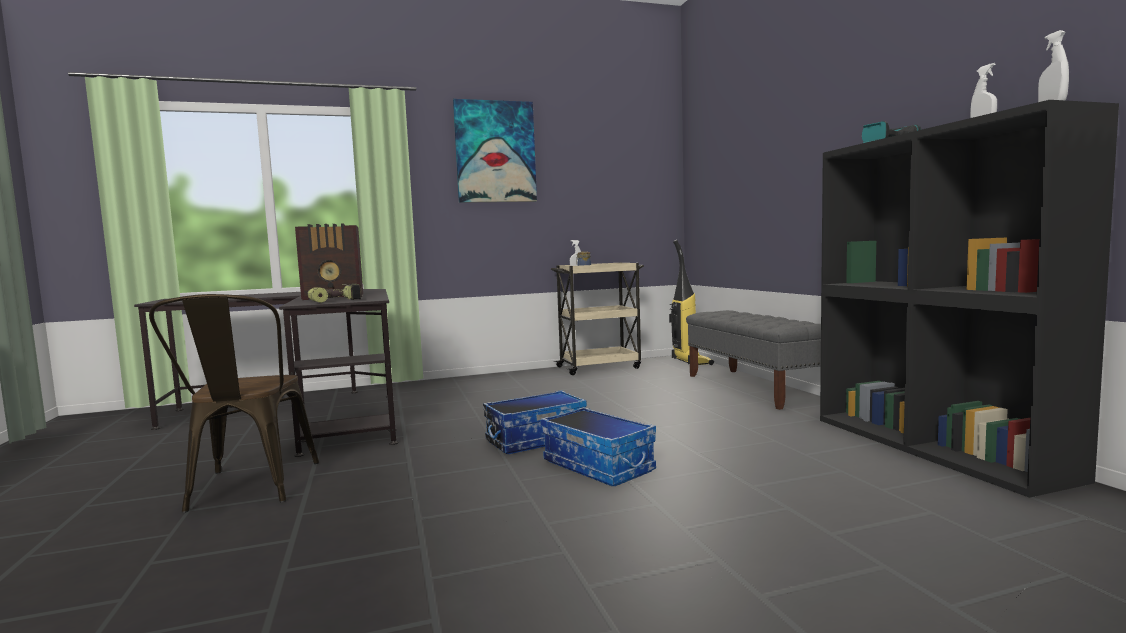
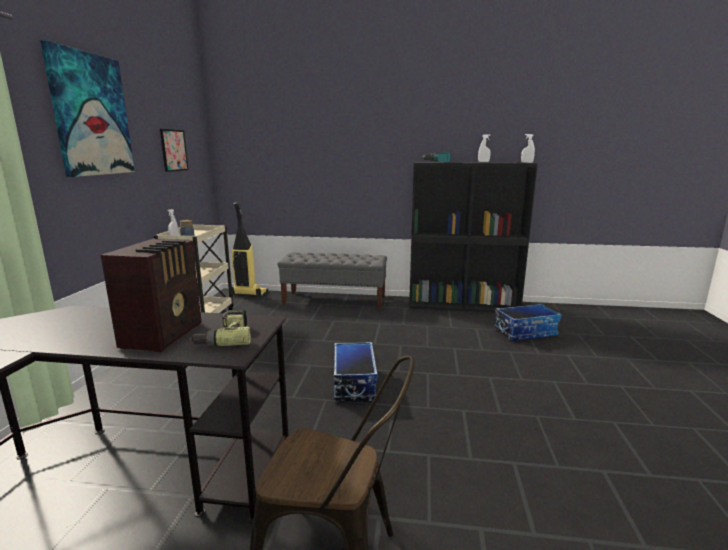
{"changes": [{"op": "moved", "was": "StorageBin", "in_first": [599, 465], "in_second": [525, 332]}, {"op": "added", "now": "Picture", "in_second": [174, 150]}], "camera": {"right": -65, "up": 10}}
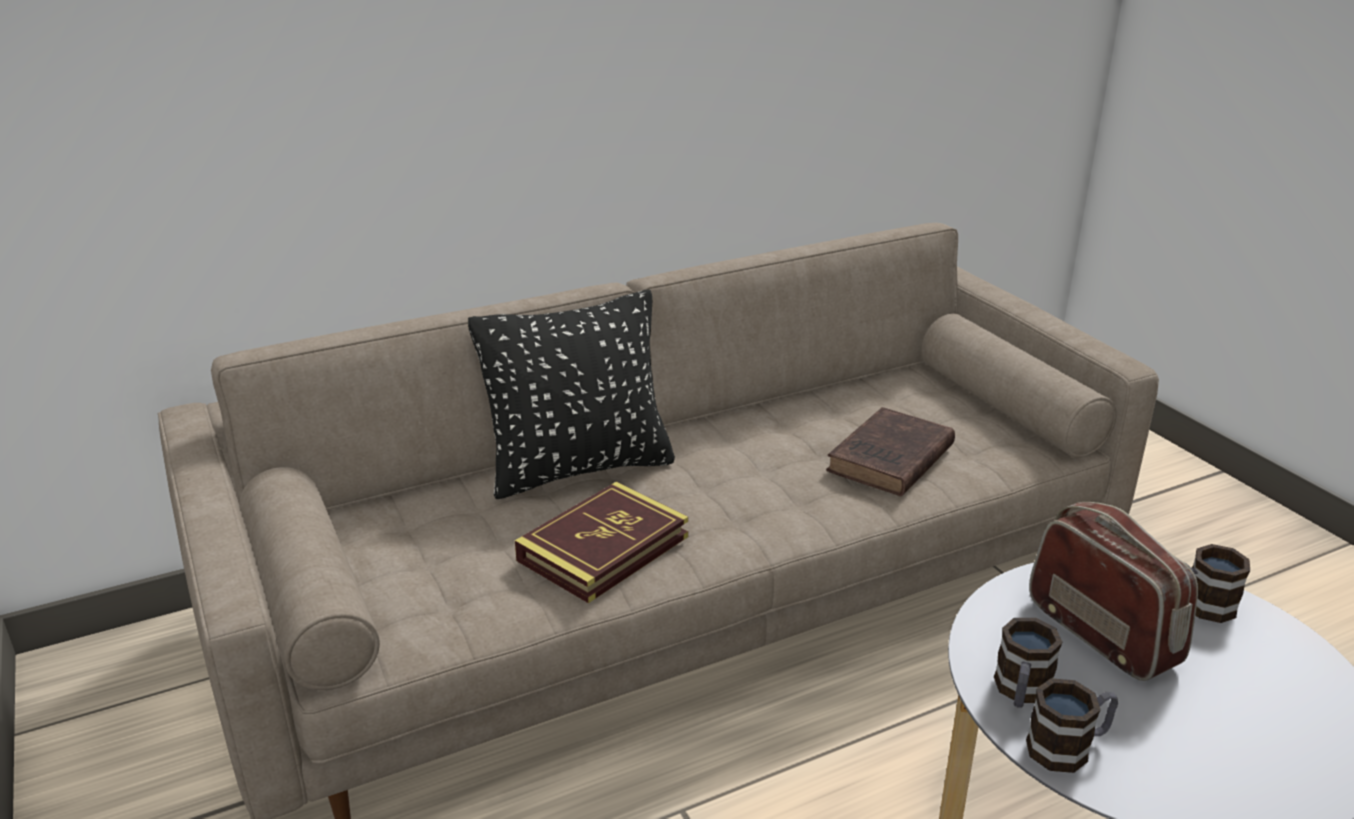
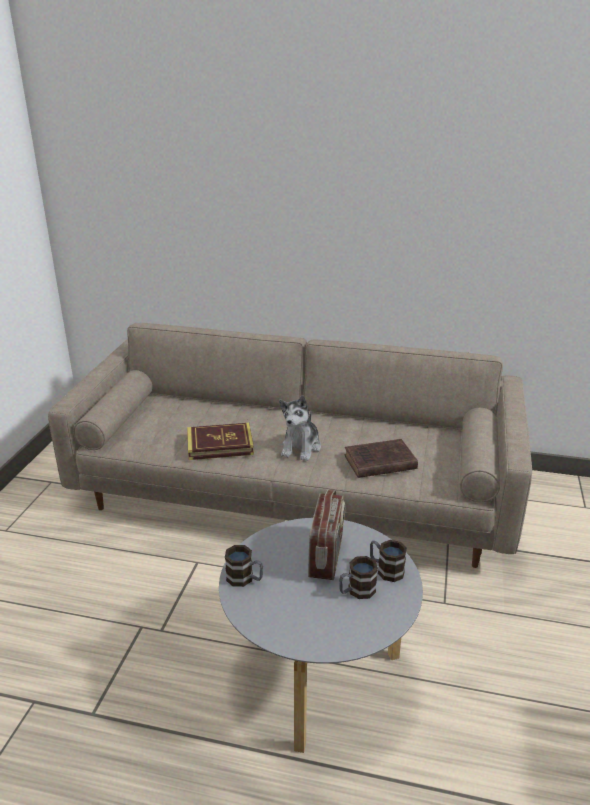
{"changes": [{"op": "removed", "was": "BlackishPillow", "in_first": [579, 469]}, {"op": "moved", "was": "CoffeeMug", "in_first": [1020, 692], "in_second": [356, 591]}, {"op": "added", "now": "CuddlyToy", "in_second": [301, 447]}], "camera": {"right": 40, "up": 0}}
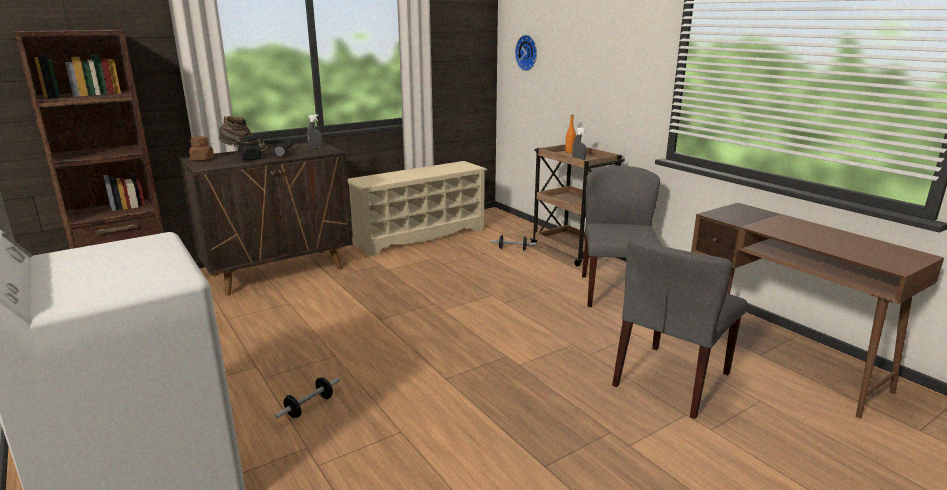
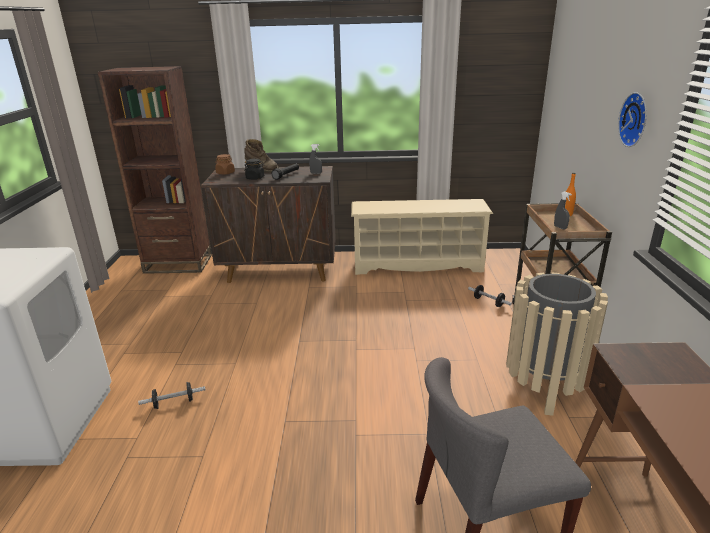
{"changes": [{"op": "moved", "was": "HangingClock", "in_first": [528, 52], "in_second": [636, 120]}, {"op": "replaced", "was": "GreyPlainChair", "now": "BeigeTrashCan", "in_first": [615, 291], "in_second": [544, 388]}], "camera": {"right": 35, "up": 5}}
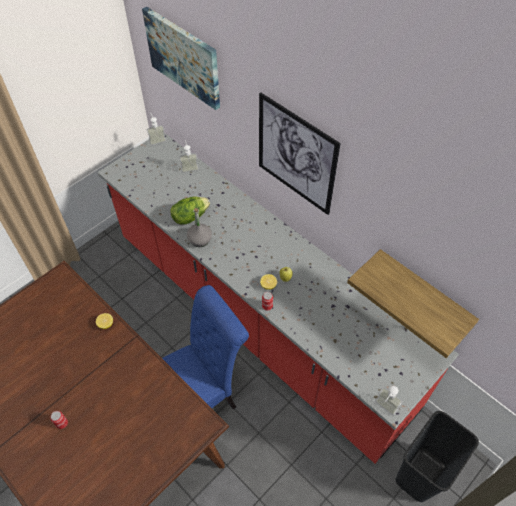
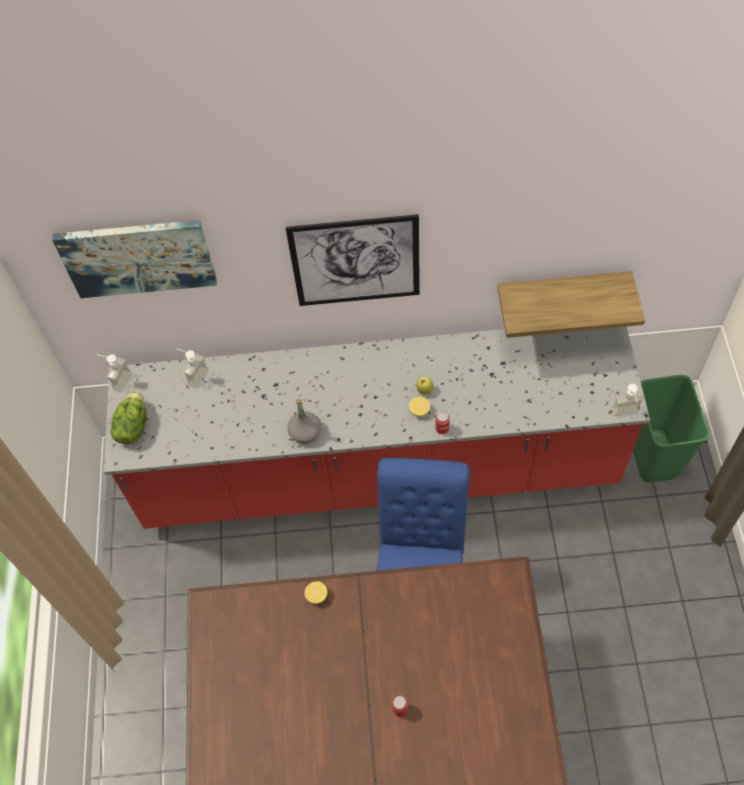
{"changes": [{"op": "moved", "was": "LettuceHead", "in_first": [190, 217], "in_second": [132, 426]}, {"op": "recoloured", "was": "BlackishTrashCan", "now": "GreenTrashCan", "in_first": [420, 473], "in_second": [652, 456]}], "camera": {"right": -45, "up": 5}}
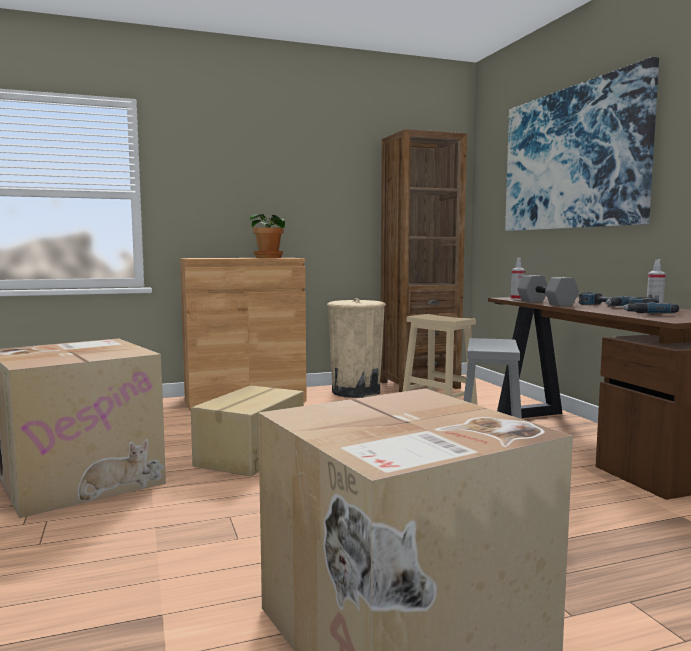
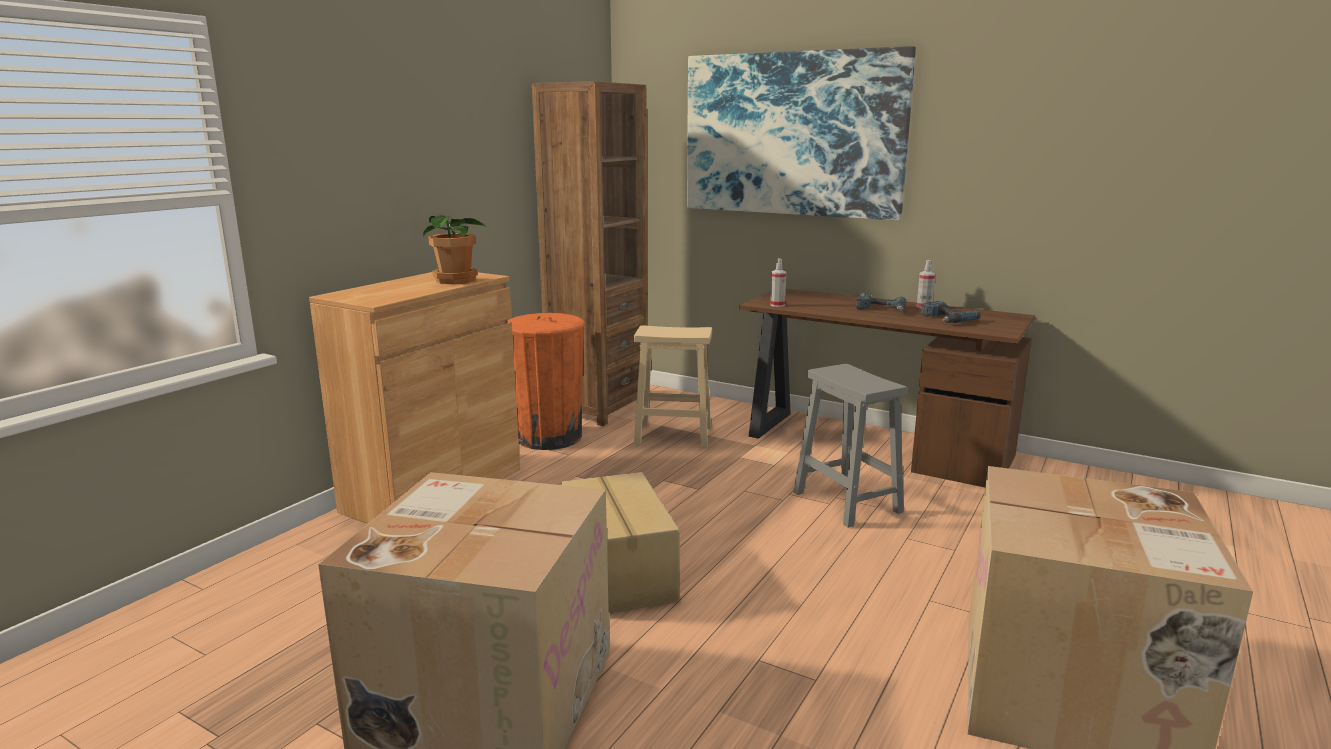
{"changes": [{"op": "recoloured", "was": "BeigeTrashCan", "now": "OrangeTrashCan", "in_first": [356, 391], "in_second": [549, 437]}, {"op": "removed", "was": "GreyFreeWeight", "in_first": [545, 303]}], "camera": {"right": -40, "up": 10}}
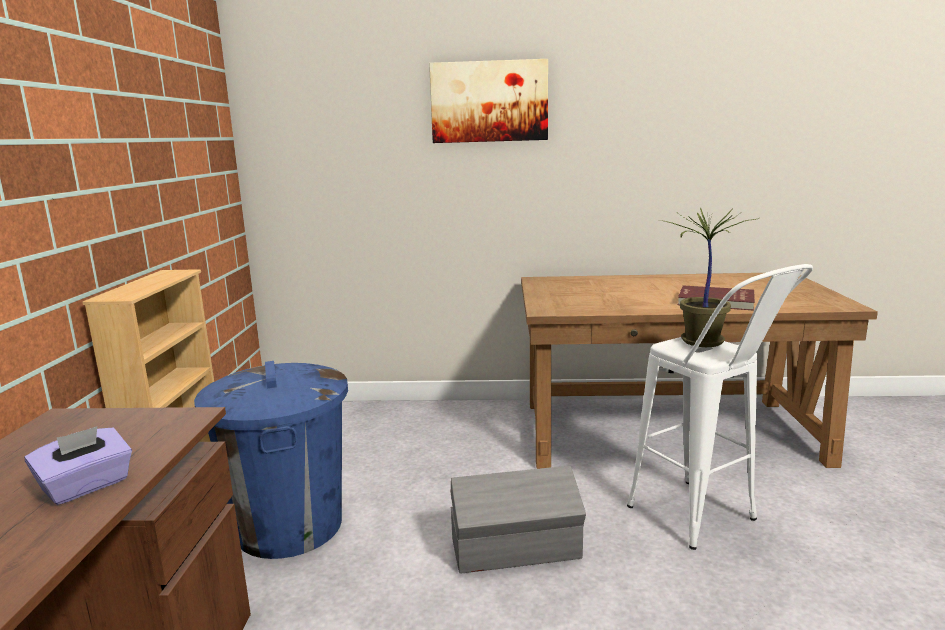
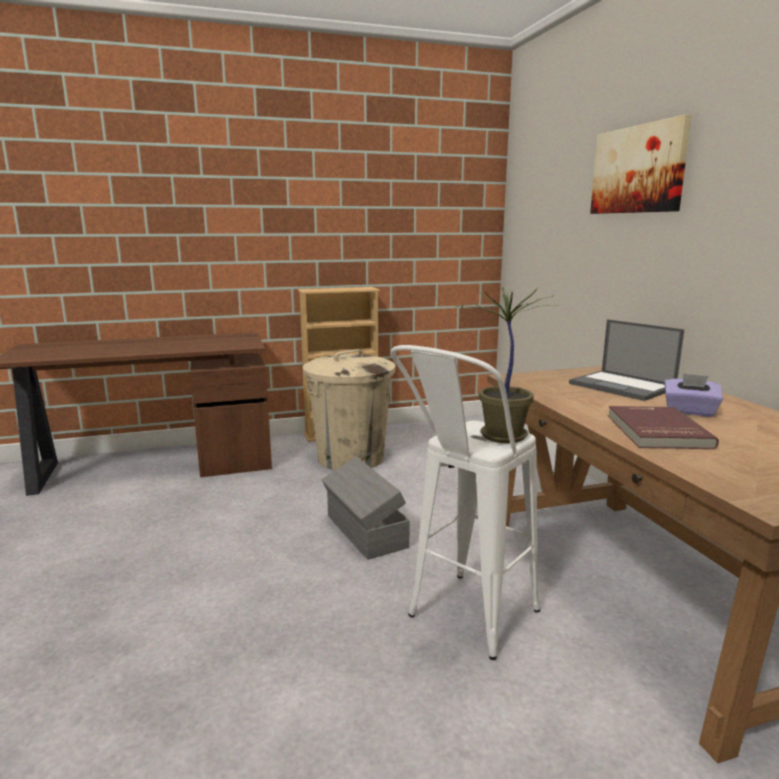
{"changes": [{"op": "moved", "was": "PurpleColouredTissueHolder", "in_first": [87, 486], "in_second": [689, 411]}, {"op": "recoloured", "was": "BlueTrashCan", "now": "BeigeTrashCan", "in_first": [289, 526], "in_second": [350, 458]}, {"op": "added", "now": "NotebookComputer", "in_second": [623, 386]}], "camera": {"right": 70, "up": 0}}
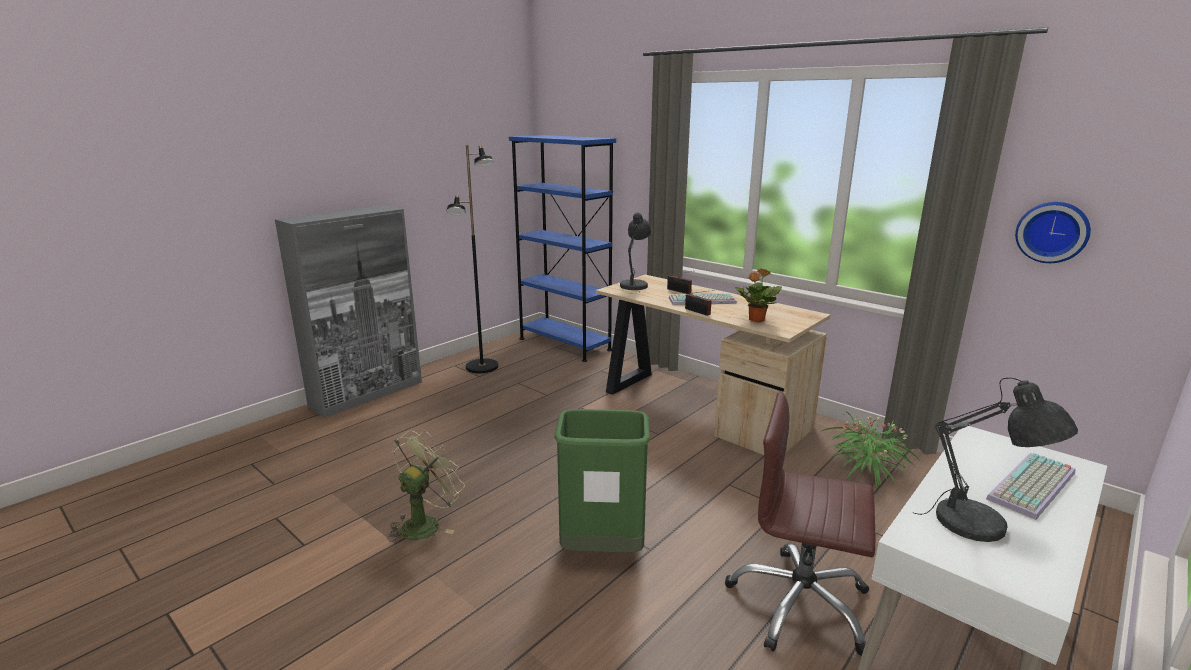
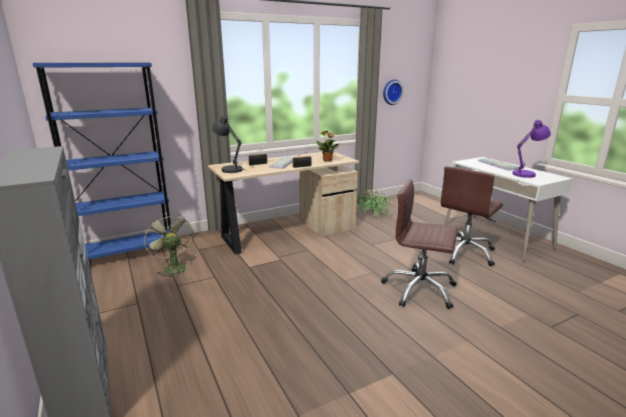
{"changes": [{"op": "moved", "was": "GreenElectricFan", "in_first": [425, 523], "in_second": [172, 267]}, {"op": "removed", "was": "BlackishFloorLamp", "in_first": [482, 367]}, {"op": "replaced", "was": "GreenTrashCan", "now": "BrownishOfficeChair", "in_first": [602, 550], "in_second": [419, 290]}, {"op": "recoloured", "was": "GreyLampForATable", "now": "PurpleColouredLampForATable", "in_first": [979, 526], "in_second": [526, 174]}], "camera": {"right": -70, "up": 0}}
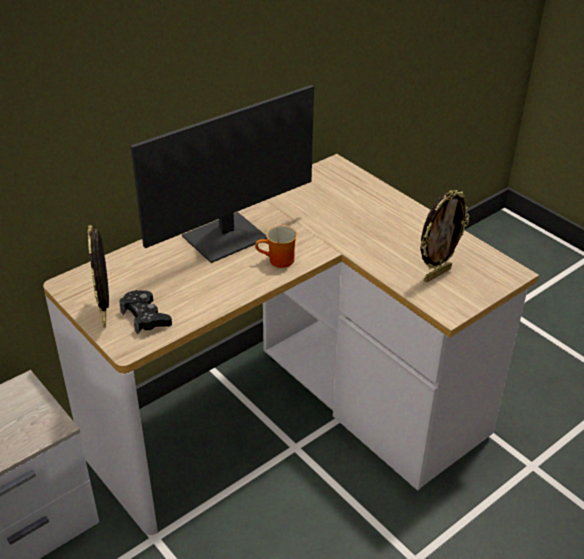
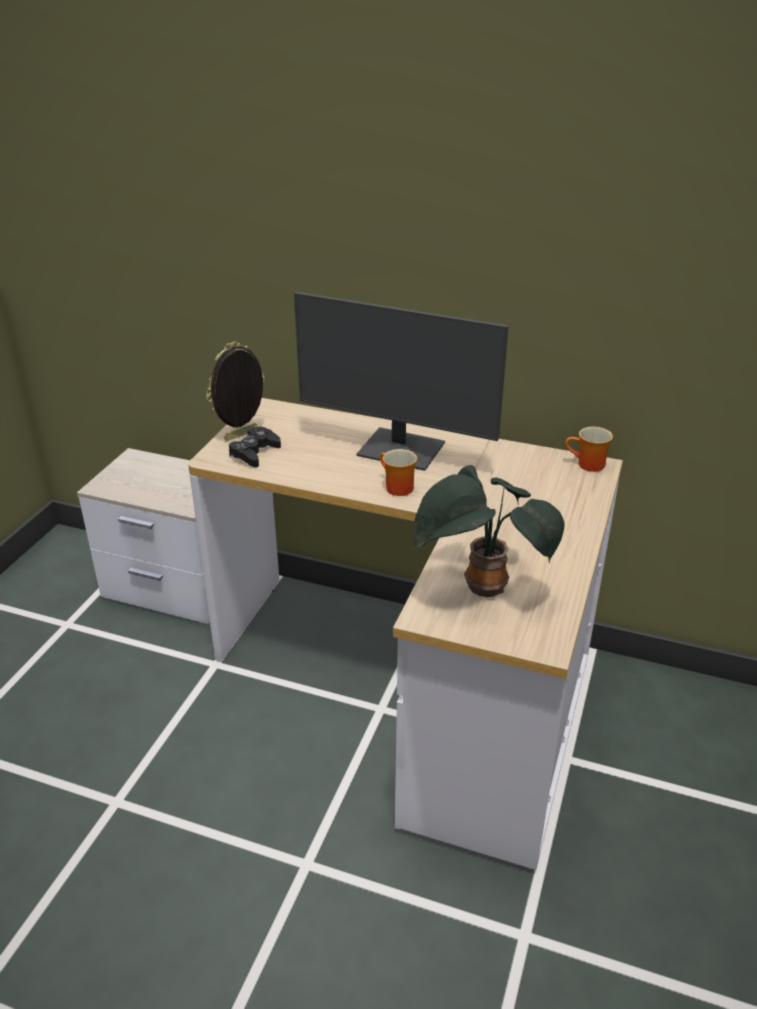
{"changes": [{"op": "replaced", "was": "StandingFrame", "now": "Houseplant", "in_first": [436, 274], "in_second": [481, 589]}, {"op": "added", "now": "CoffeeMug", "in_second": [587, 465]}], "camera": {"right": 60, "up": -5}}
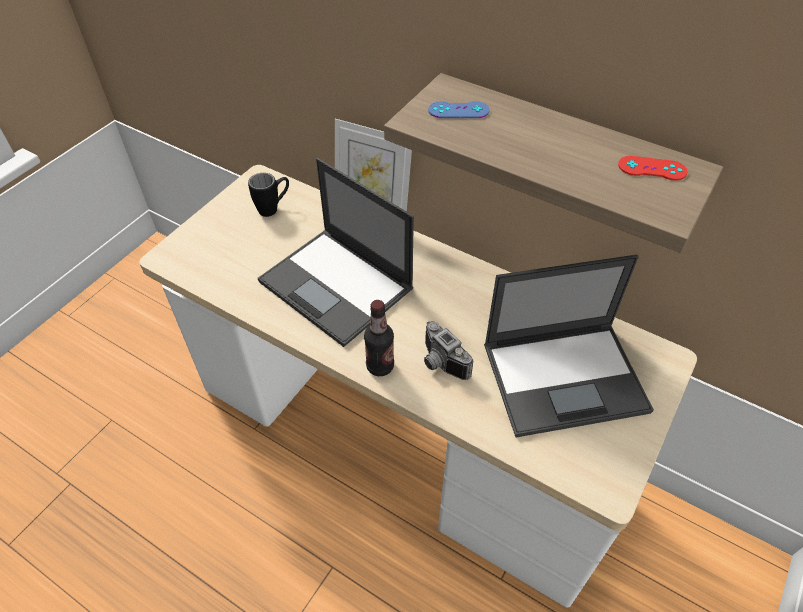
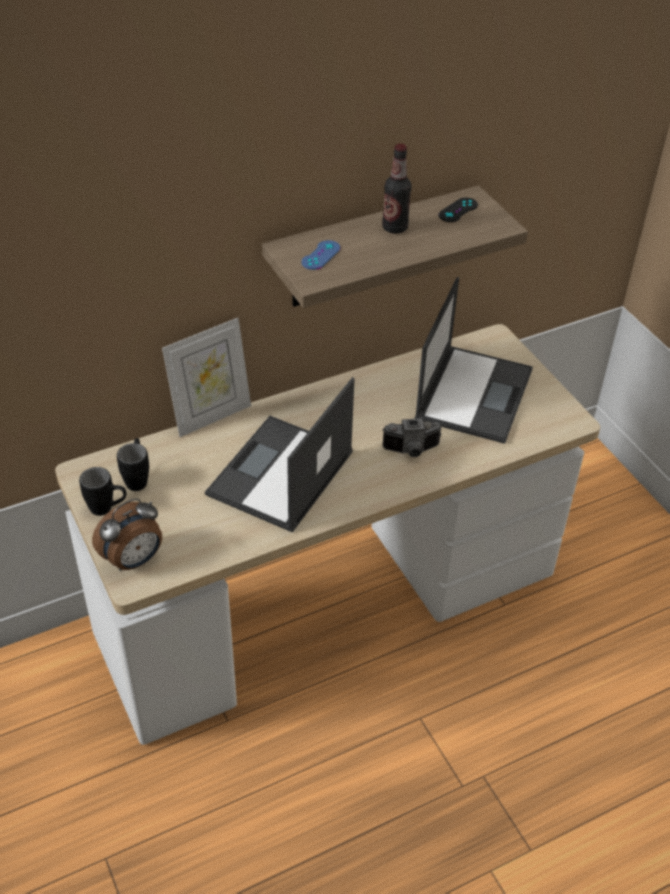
{"changes": [{"op": "turned", "was": "NotebookComputer", "in_first": [337, 286], "in_second": [280, 475], "clockwise": 135}, {"op": "moved", "was": "BeverageBottle", "in_first": [380, 366], "in_second": [395, 228]}, {"op": "recoloured", "was": "RedColouredGamepad", "now": "BlackishGamepad", "in_first": [652, 168], "in_second": [458, 210]}, {"op": "added", "now": "BlackishCoffeeMug", "in_second": [107, 509]}, {"op": "added", "now": "TableClock", "in_second": [134, 560]}], "camera": {"right": -60, "up": -5}}
